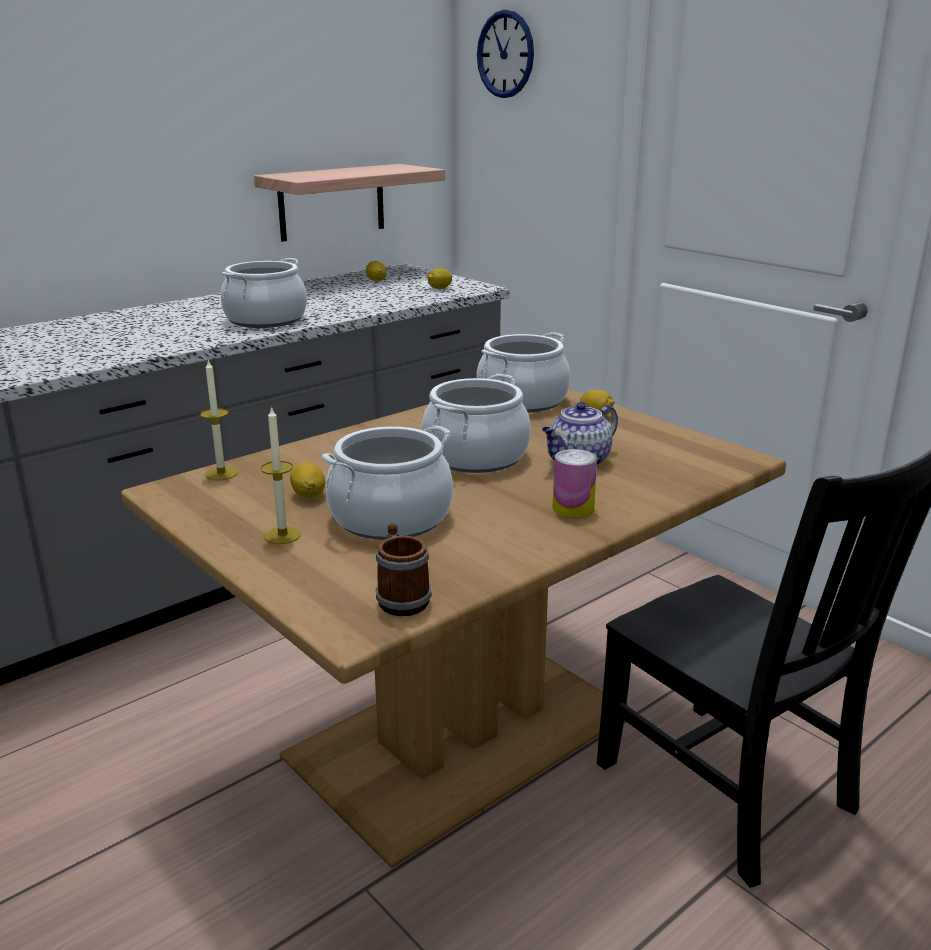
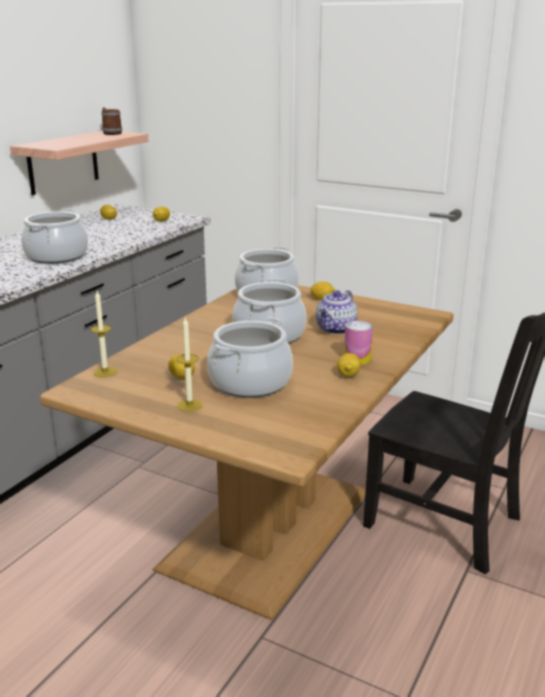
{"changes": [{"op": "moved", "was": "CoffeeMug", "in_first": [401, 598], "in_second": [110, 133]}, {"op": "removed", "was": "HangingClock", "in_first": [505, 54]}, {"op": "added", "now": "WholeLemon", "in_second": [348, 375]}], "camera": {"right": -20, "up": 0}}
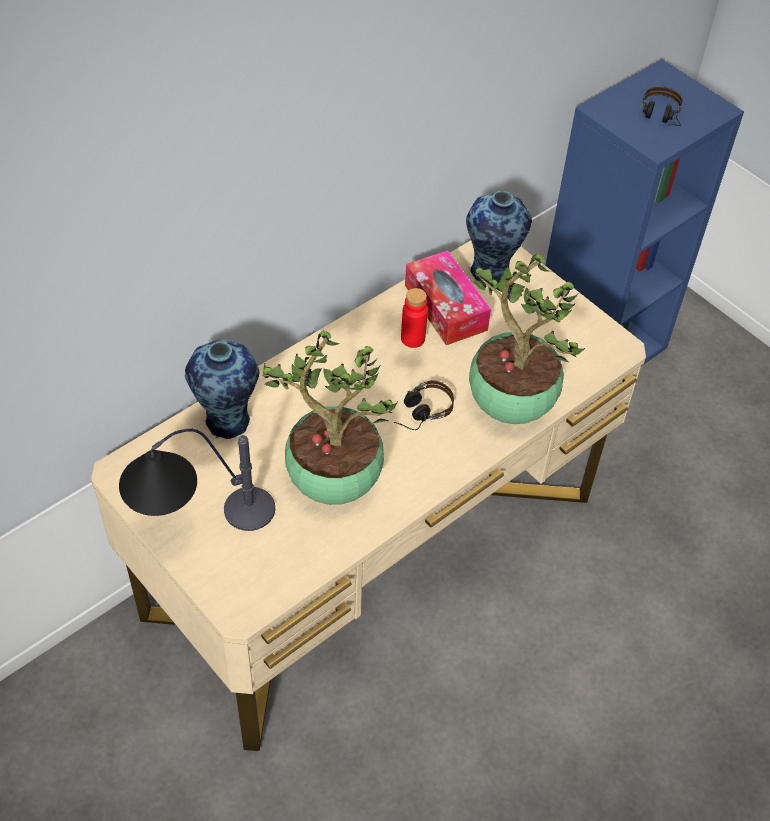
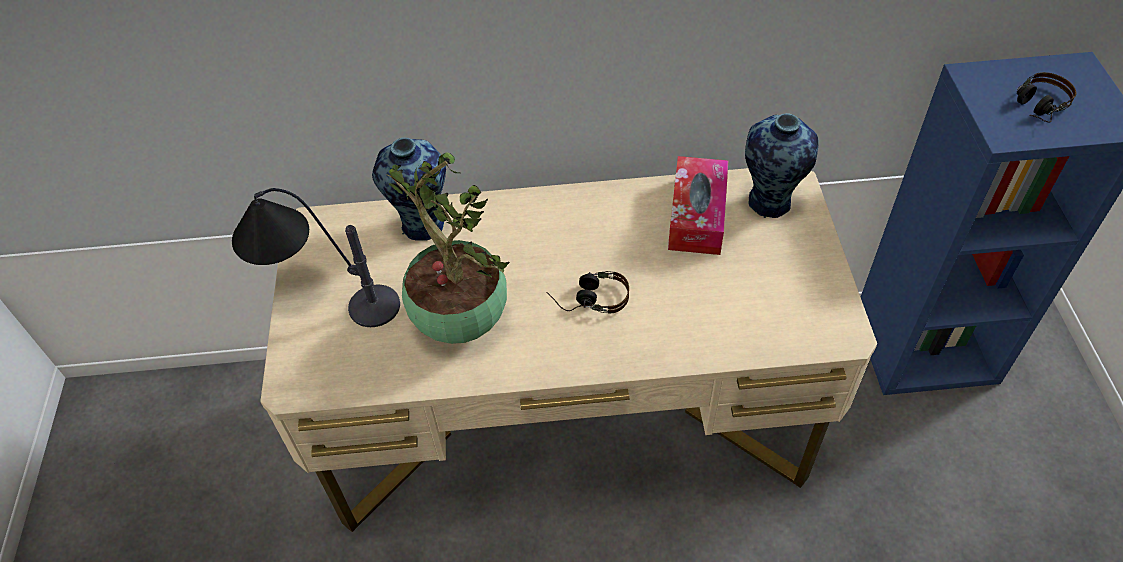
{"changes": [{"op": "removed", "was": "RedColouredBeverageBottle", "in_first": [412, 338]}, {"op": "removed", "was": "Houseplant", "in_first": [508, 405]}], "camera": {"right": 40, "up": 0}}
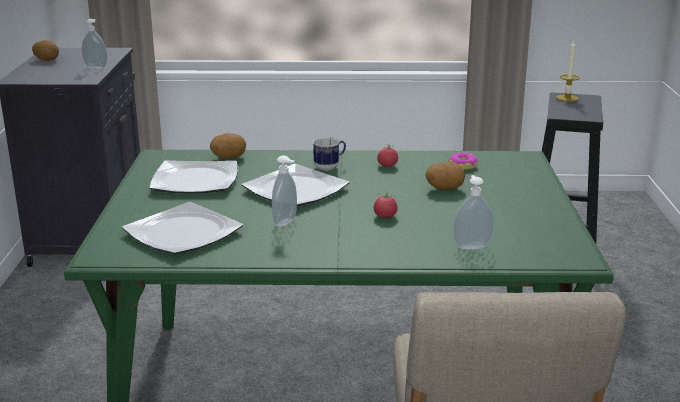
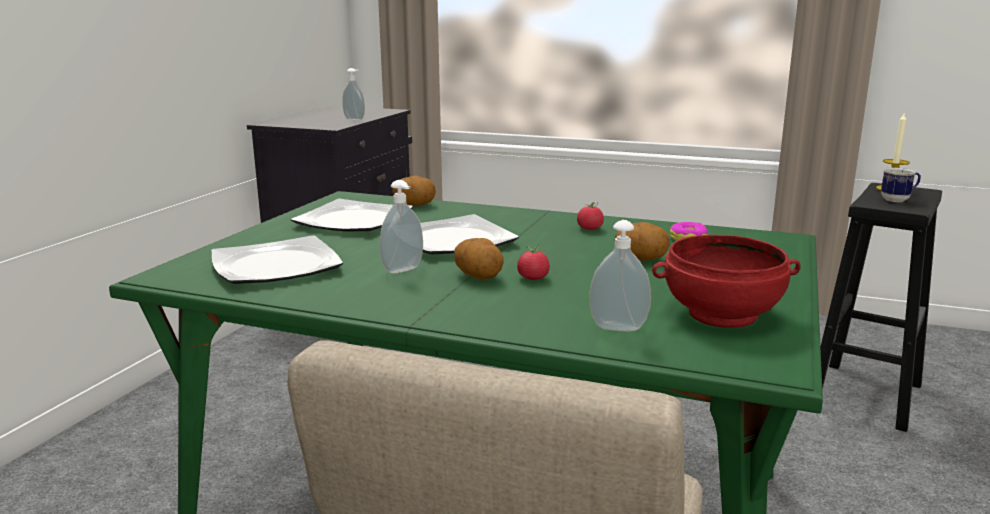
{"changes": [{"op": "moved", "was": "WholePotato", "in_first": [47, 60], "in_second": [479, 277]}, {"op": "moved", "was": "CoffeeMug", "in_first": [330, 167], "in_second": [898, 200]}, {"op": "added", "now": "RedColouredServingBowl", "in_second": [721, 314]}], "camera": {"right": 20, "up": -5}}
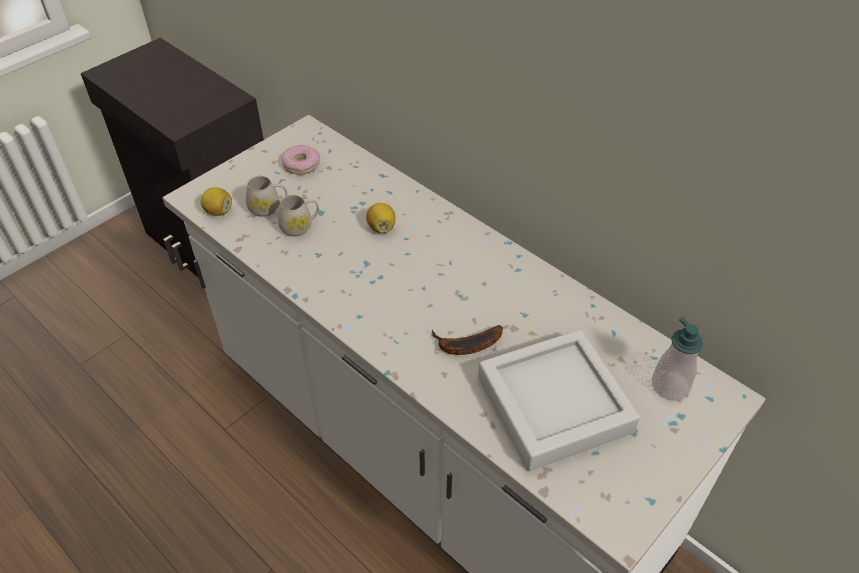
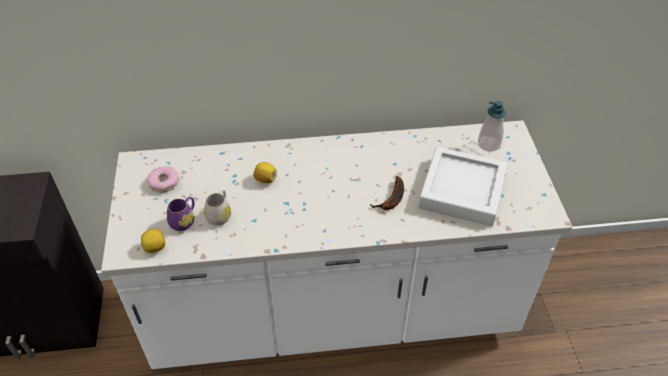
{"changes": [{"op": "recoloured", "was": "WhitishCoffeeMug", "now": "PurpleColouredCoffeeMug", "in_first": [268, 208], "in_second": [184, 221]}], "camera": {"right": -50, "up": 0}}
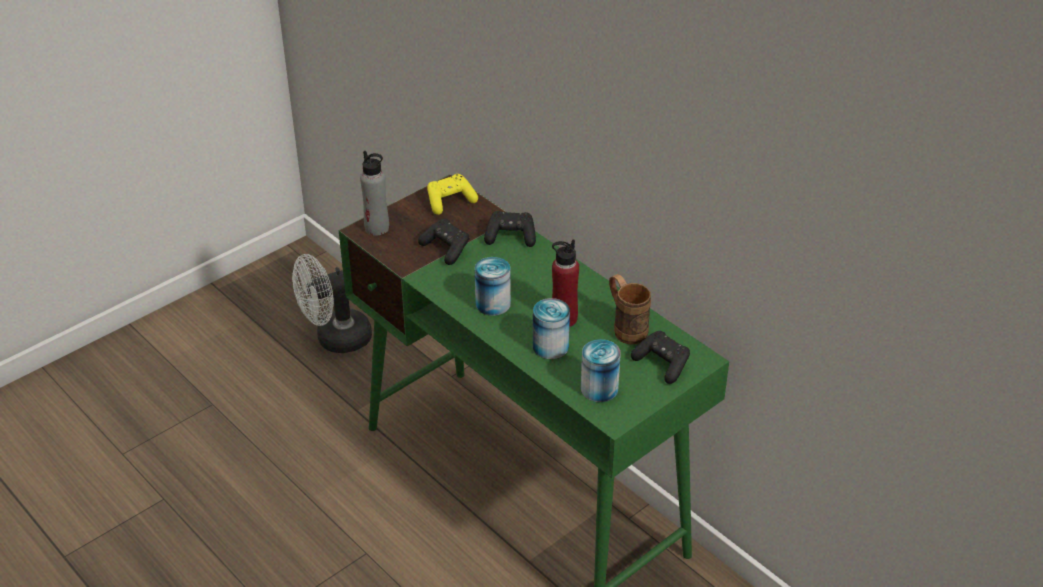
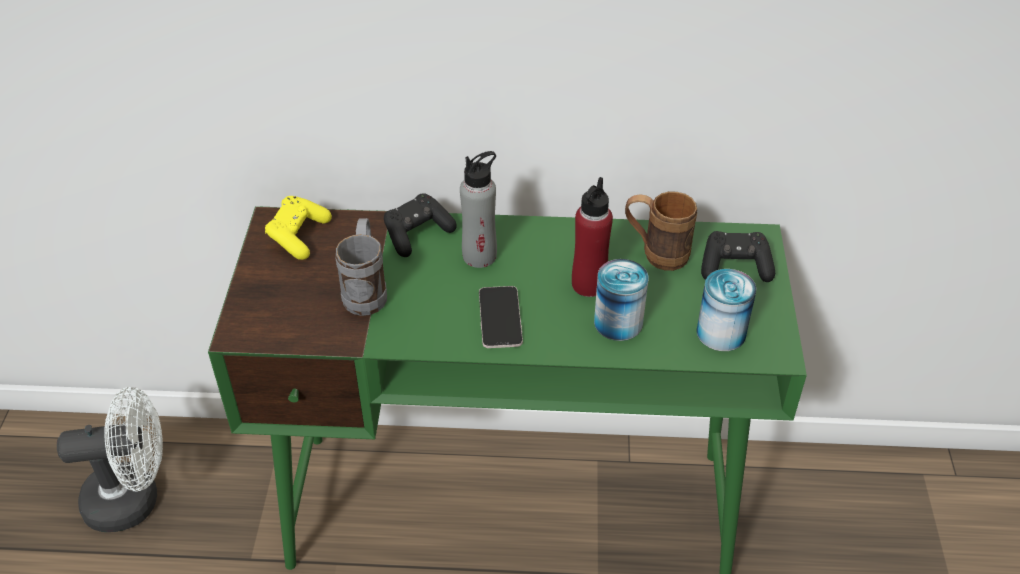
{"changes": [{"op": "turned", "was": "WhitishElectricFan", "in_first": [335, 339], "in_second": [134, 499], "clockwise": -120}, {"op": "moved", "was": "GreyBeverageBottle", "in_first": [377, 228], "in_second": [479, 256]}, {"op": "replaced", "was": "BlackishGamepad", "now": "GreyCoffeeMug", "in_first": [446, 249], "in_second": [367, 291]}, {"op": "replaced", "was": "SealedCan", "now": "Telephone", "in_first": [493, 304], "in_second": [500, 318]}], "camera": {"right": -45, "up": 5}}
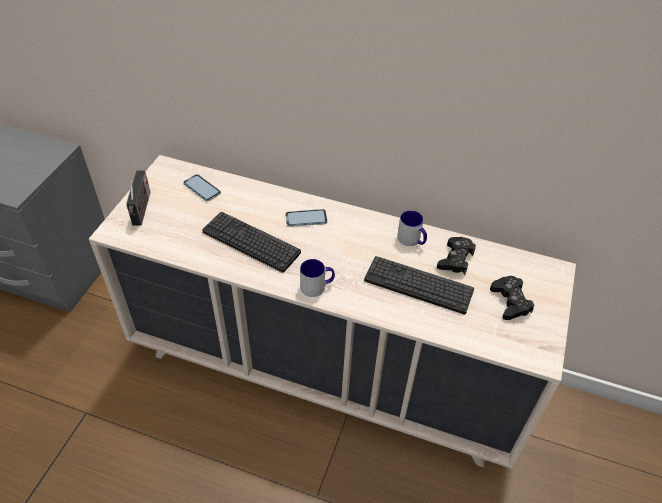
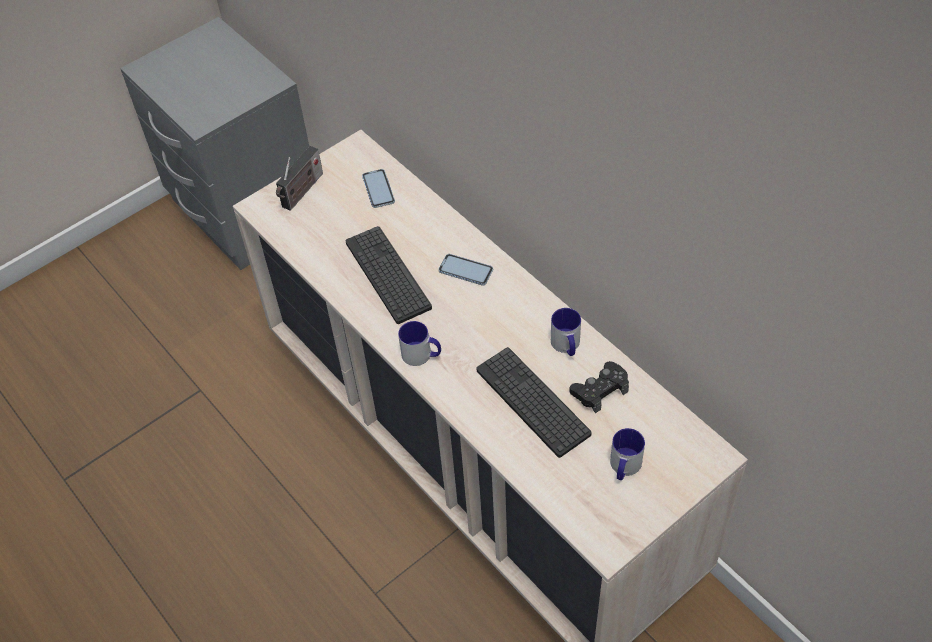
{"changes": [{"op": "replaced", "was": "BlackishGamepad", "now": "CoffeeMug", "in_first": [510, 301], "in_second": [624, 467]}], "camera": {"right": 35, "up": 5}}
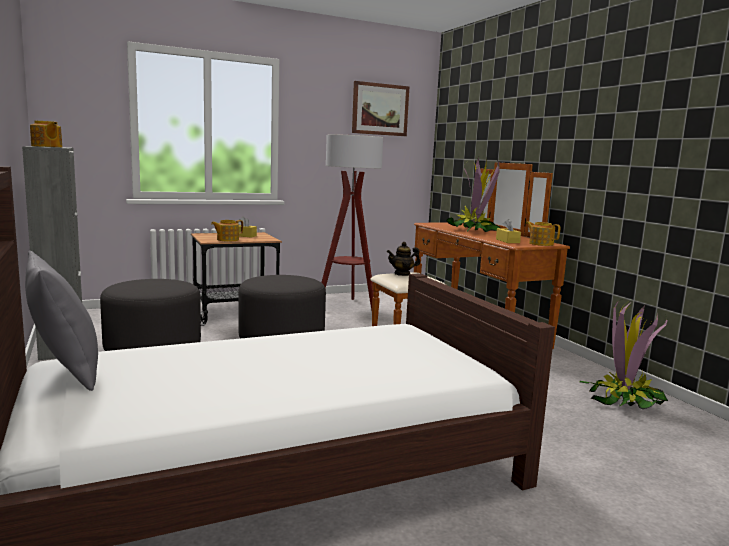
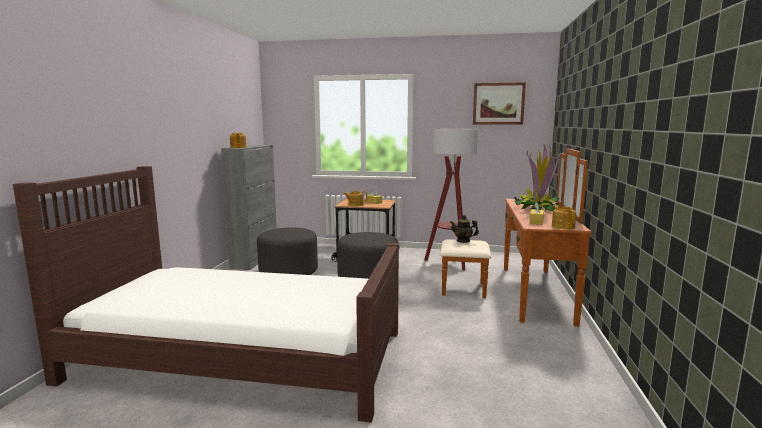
{"changes": [{"op": "removed", "was": "GreyPillow", "in_first": [65, 372]}, {"op": "removed", "was": "Houseplant", "in_first": [624, 400]}], "camera": {"right": 35, "up": 0}}
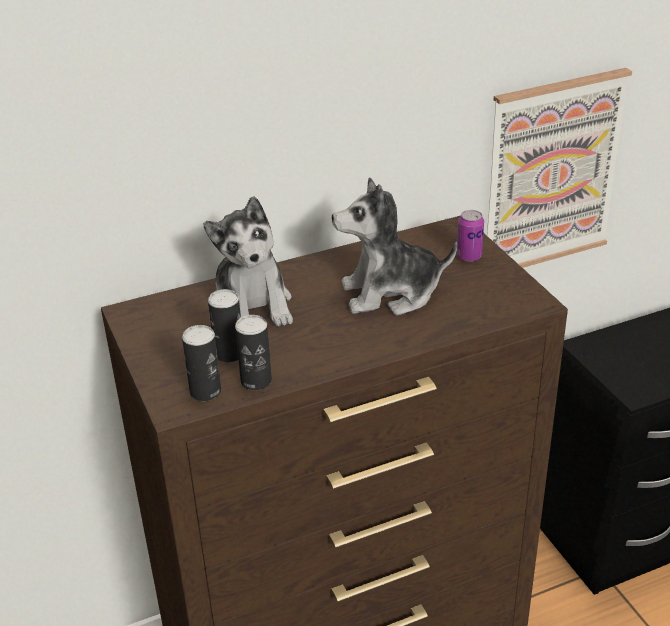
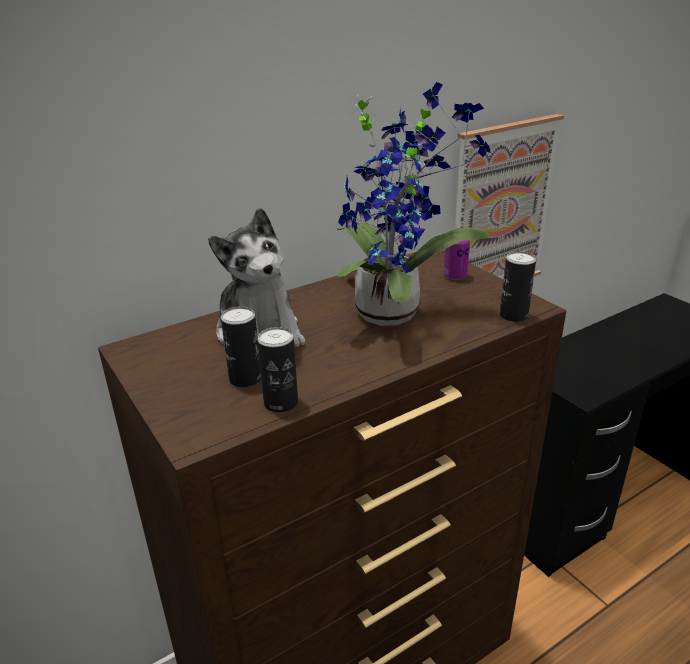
{"changes": [{"op": "moved", "was": "SealedCan", "in_first": [205, 391], "in_second": [513, 316]}, {"op": "replaced", "was": "CuddlyToy", "now": "Houseplant", "in_first": [390, 293], "in_second": [394, 311]}], "camera": {"right": -10, "up": -5}}
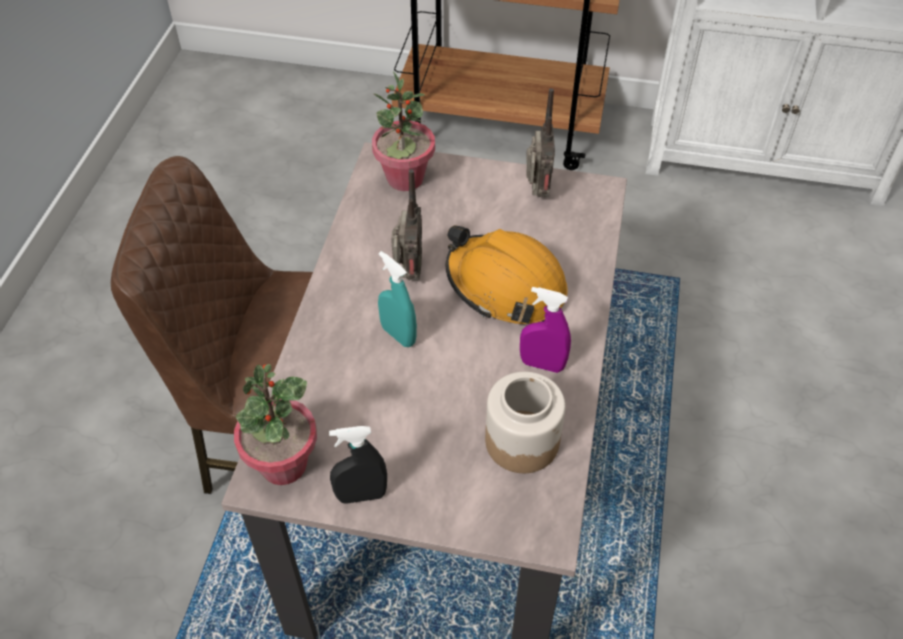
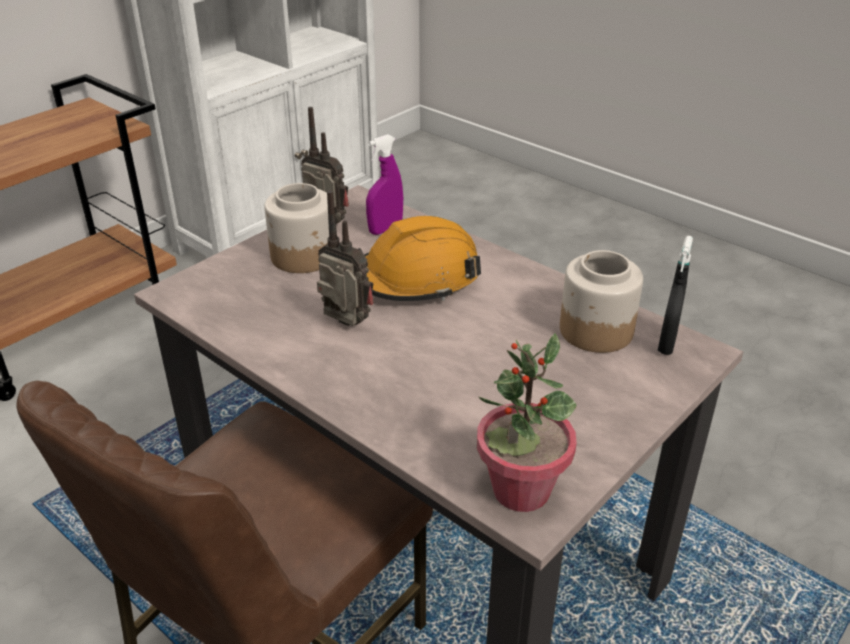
{"changes": [{"op": "moved", "was": "BlackishHandSprayer", "in_first": [361, 495], "in_second": [667, 343]}, {"op": "removed", "was": "Houseplant", "in_first": [405, 179]}, {"op": "removed", "was": "BlueGreenHandSprayer", "in_first": [398, 335]}, {"op": "moved", "was": "PurpleColouredHandSprayer", "in_first": [542, 364], "in_second": [385, 229]}, {"op": "added", "now": "PreserveJar", "in_second": [304, 256]}], "camera": {"right": -60, "up": -15}}
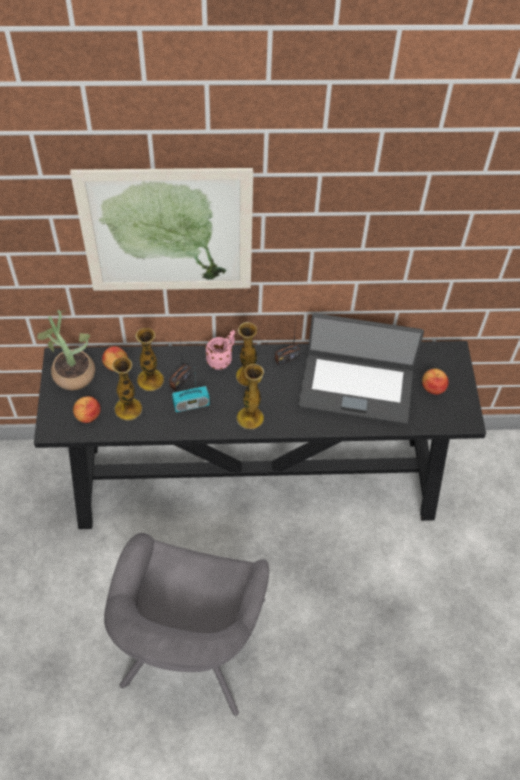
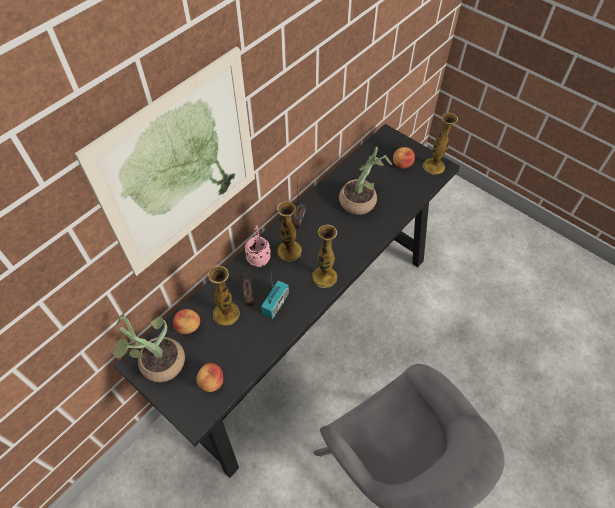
{"changes": [{"op": "moved", "was": "Vase", "in_first": [128, 409], "in_second": [433, 166]}, {"op": "replaced", "was": "NotebookComputer", "now": "Houseplant", "in_first": [356, 387], "in_second": [361, 200]}], "camera": {"right": -45, "up": 0}}
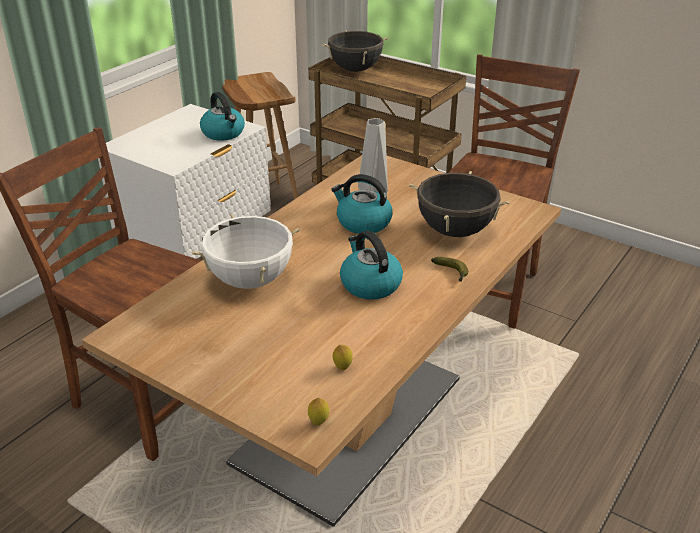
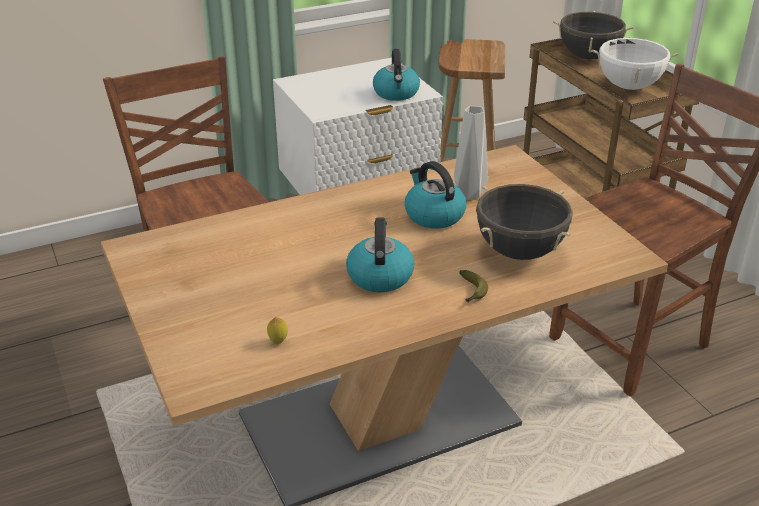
{"changes": [{"op": "moved", "was": "WhitishCookingPot", "in_first": [250, 280], "in_second": [628, 86]}, {"op": "removed", "was": "WholeLemon", "in_first": [318, 422]}], "camera": {"right": 30, "up": 0}}
